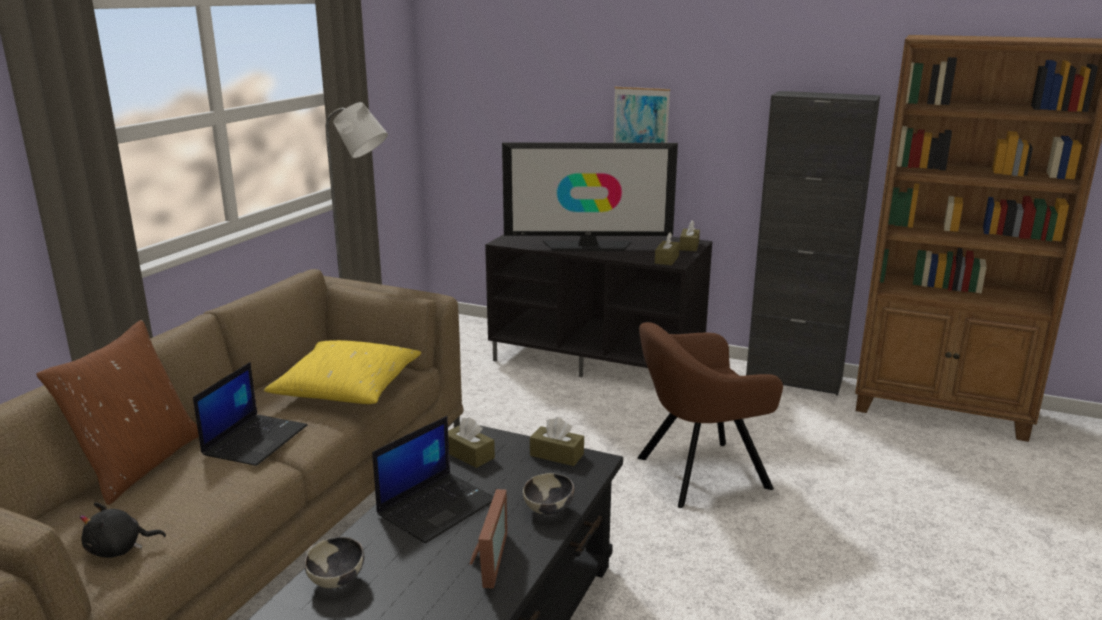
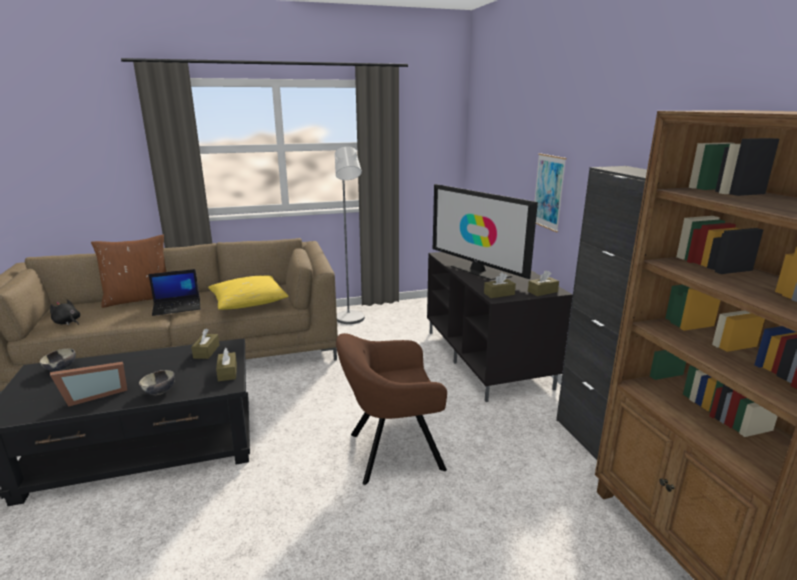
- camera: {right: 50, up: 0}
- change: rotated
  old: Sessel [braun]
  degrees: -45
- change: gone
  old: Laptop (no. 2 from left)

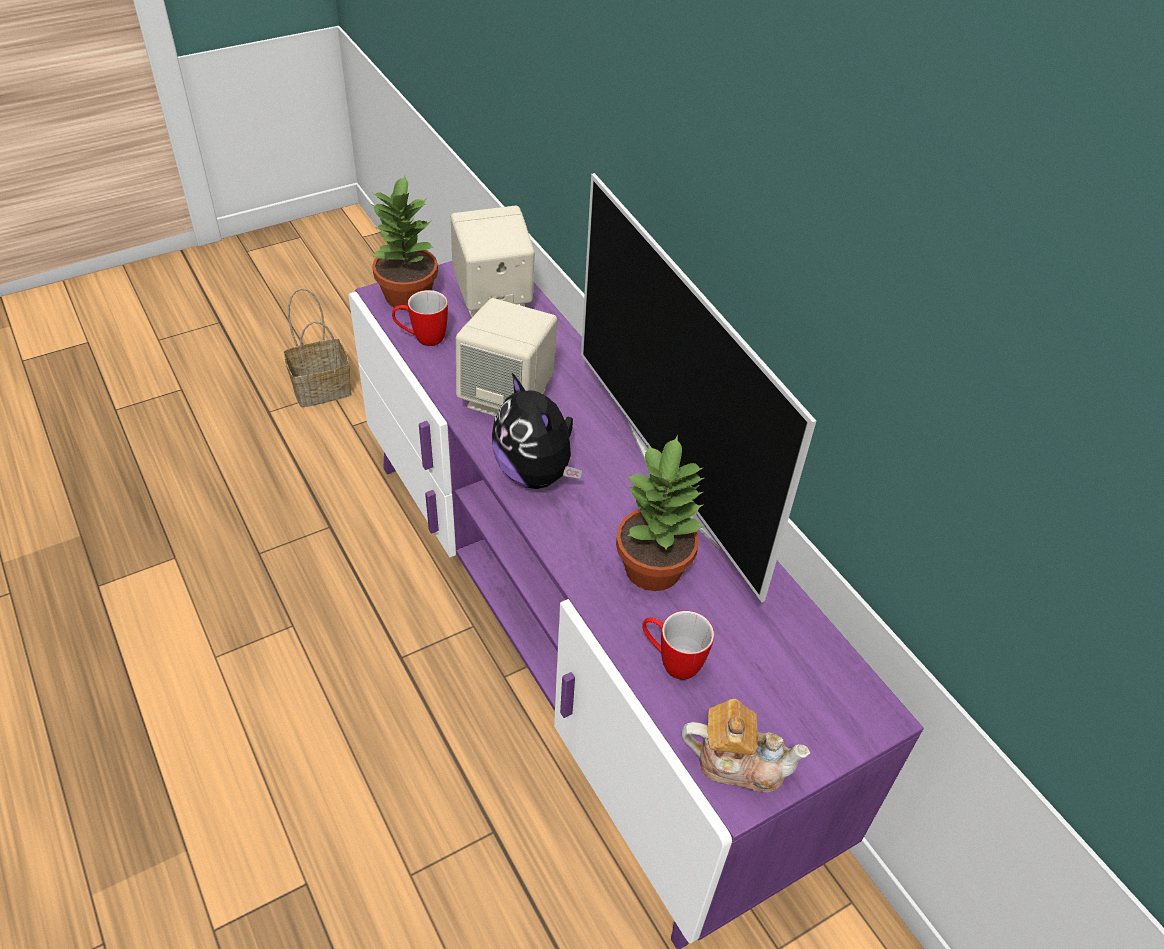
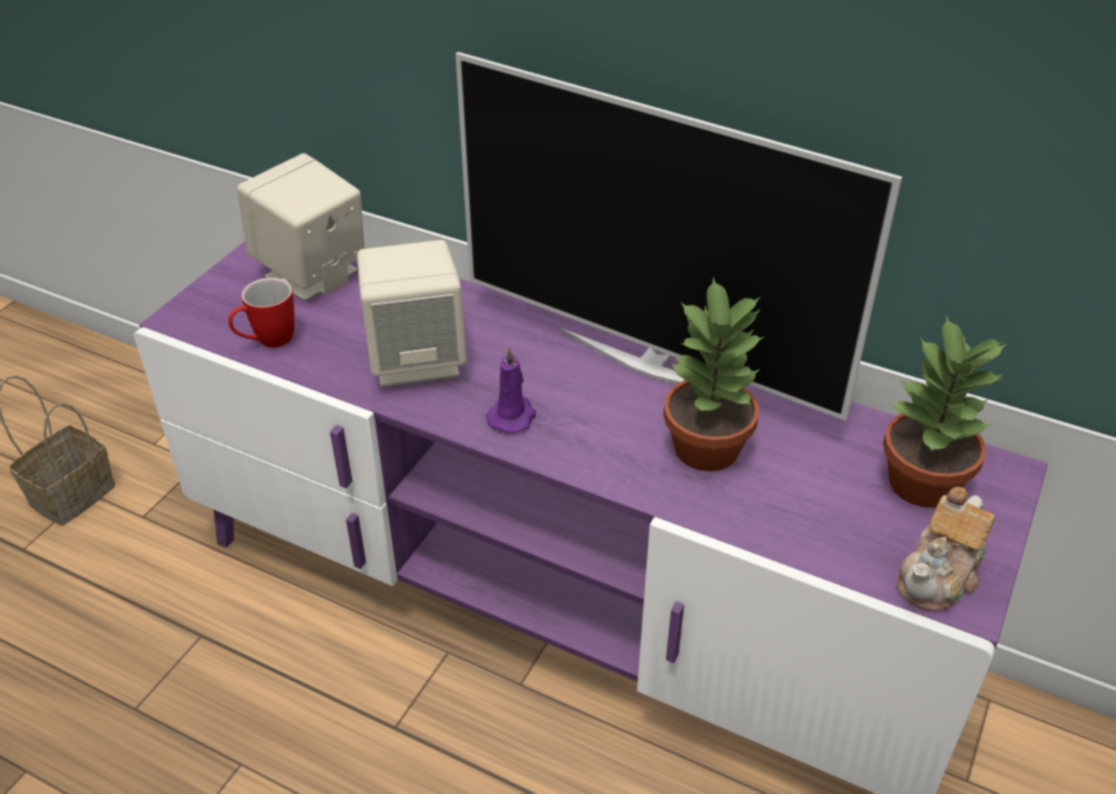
- camera: {right: -30, up: -5}
- change: swapped
  old: Plüschtier
  new: Kerze [lila]
- change: shifted
  old: Topfpflanze (no. 1 from left in the first image)
  new: Topfpflanze (no. 2 from left)
- change: rotated
  old: Teekanne
  degrees: 150
- change: gone
  old: Henkelbecher (no. 2 from left)

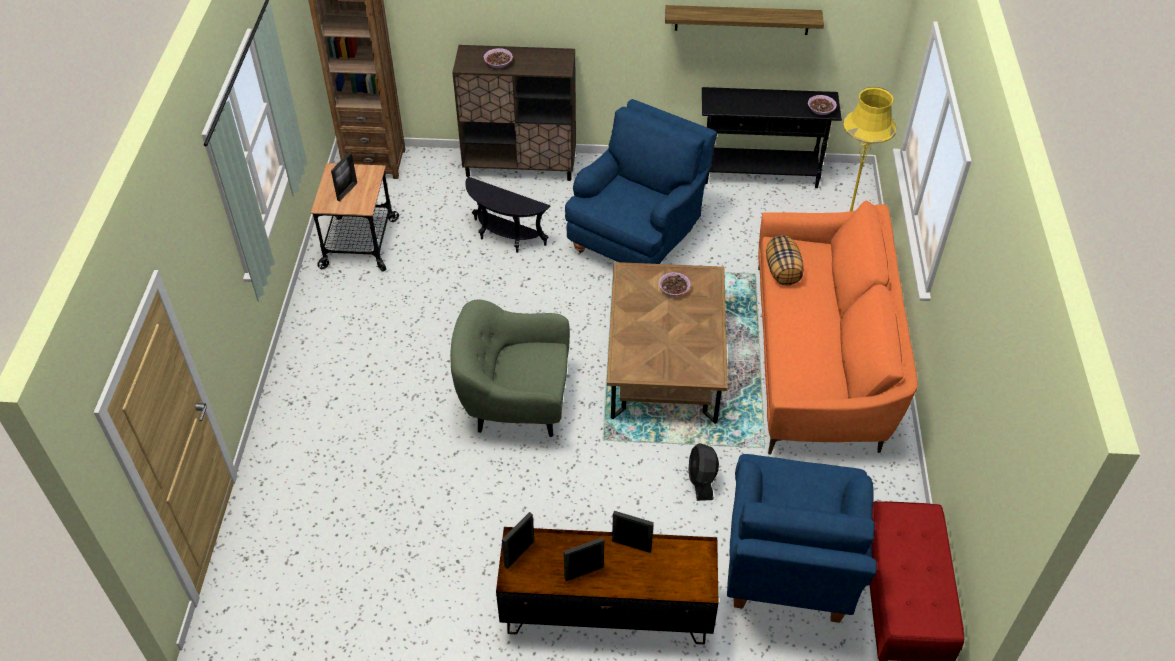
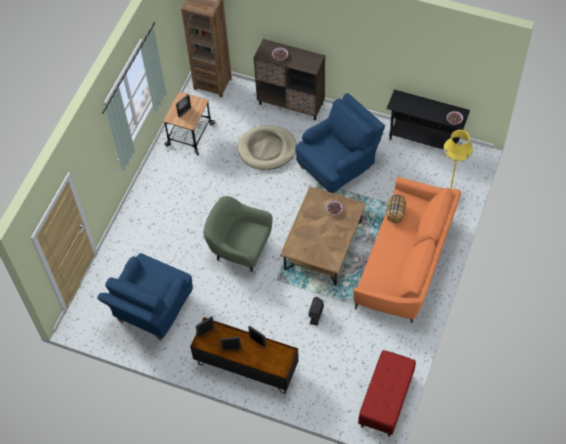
- camera: {right: 20, up: 10}
- change: shifted
  old: Sessel [blau] (no. 2 from left in the first image)
  new: Sessel [blau] (no. 1 from left)
- change: swapped
  old: Beistelltisch [schwarz]
  new: Hundebett [beige]
- change: gone
  old: Wandregal

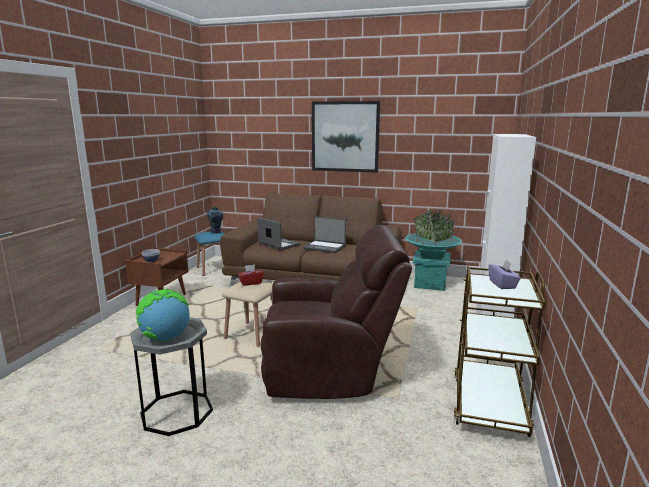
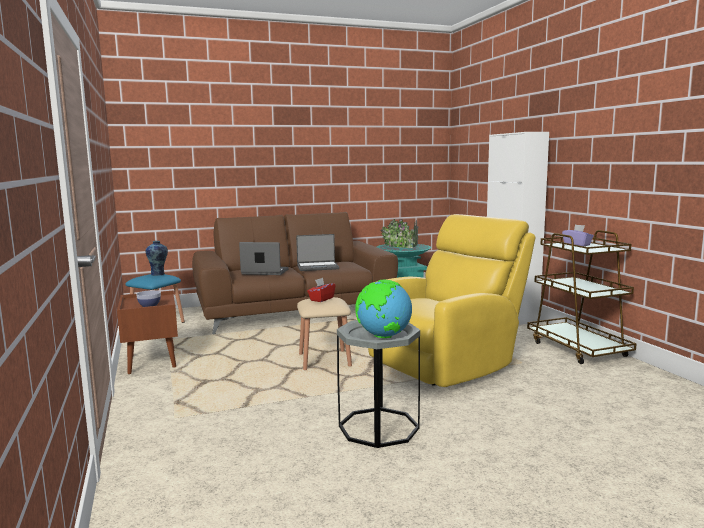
- camera: {right: -35, up: -5}
- change: repainted
  old: Sessel [braun]
  new: Sessel [gelb]
- change: gone
  old: Bild

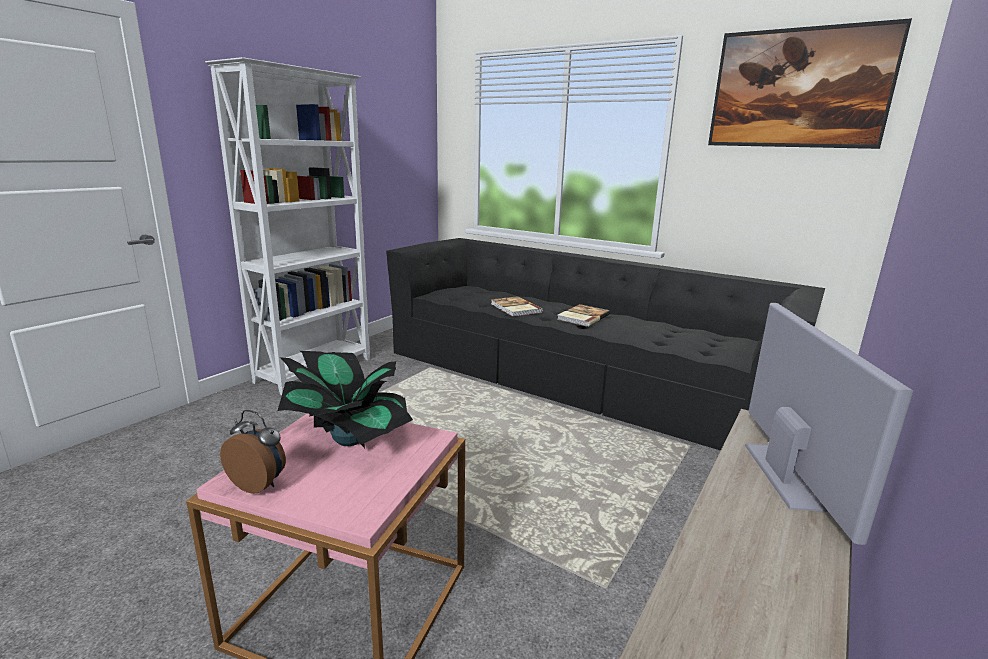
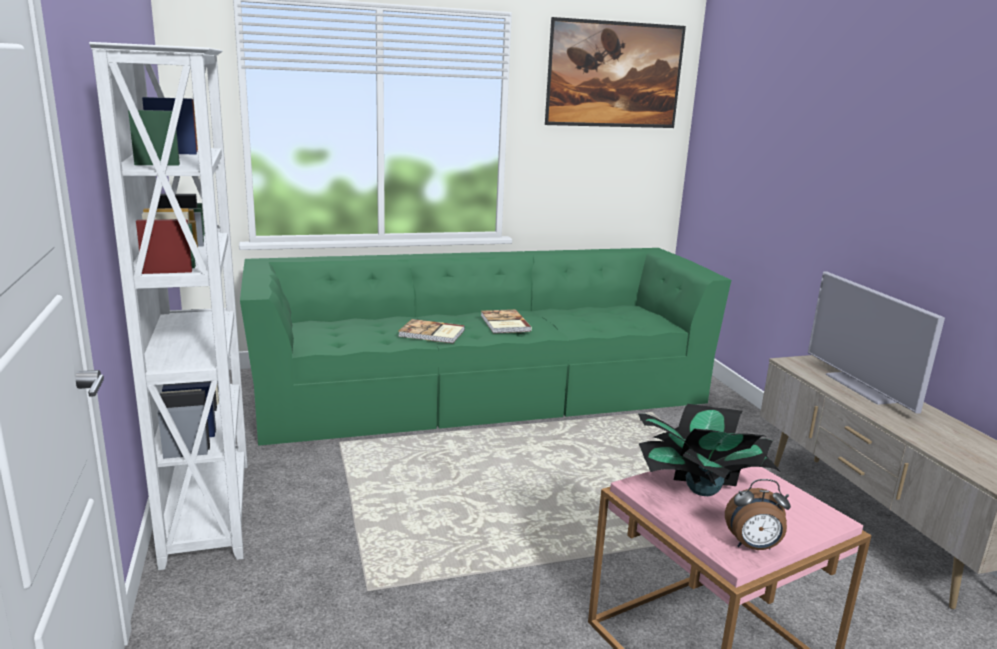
- camera: {right: -50, up: 0}
- change: repainted
  old: Sofa [schwarz]
  new: Sofa [grün]
- change: rotated
  old: Wecker
  degrees: -150
- change: rotated
  old: Fernseher
  degrees: -150

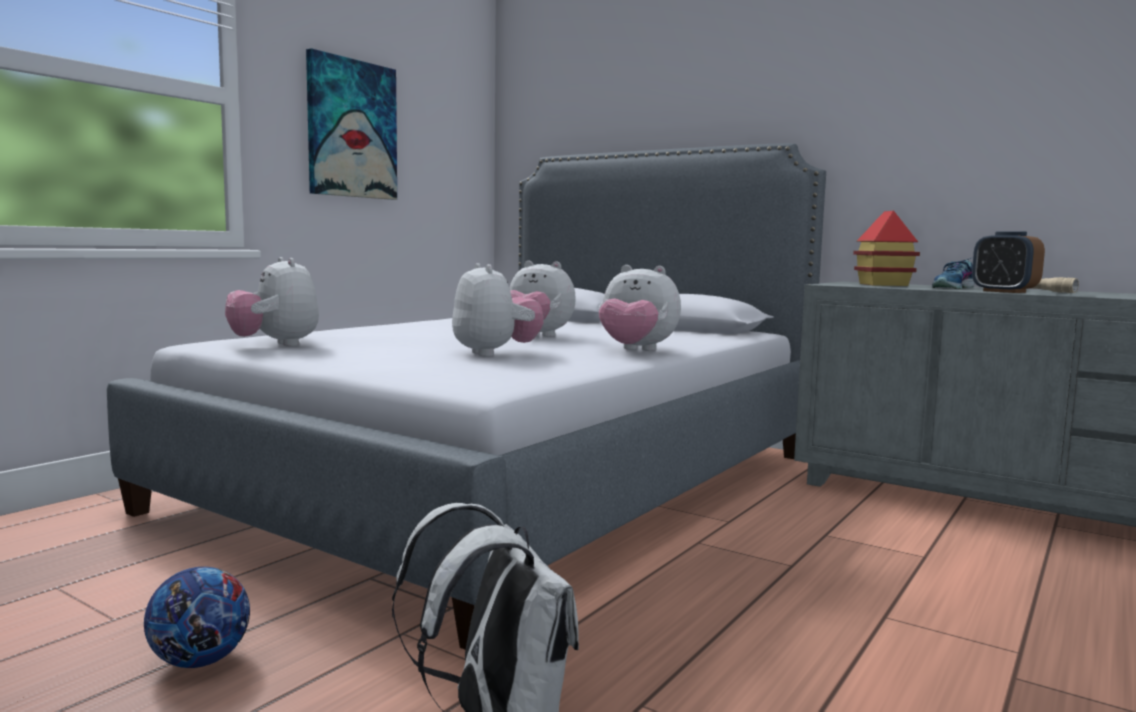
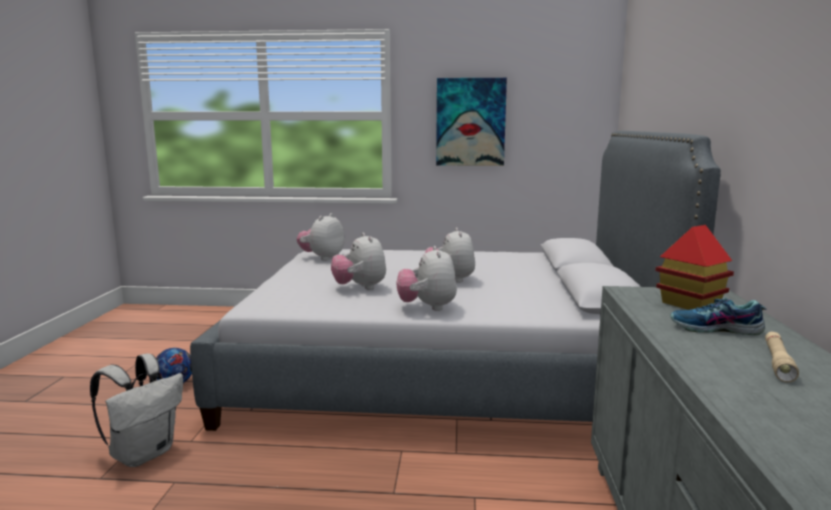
- camera: {right: 60, up: 5}
- change: rotated
  old: Plüschtier (no. 2 from left)
  degrees: 120
- change: gone
  old: Wecker

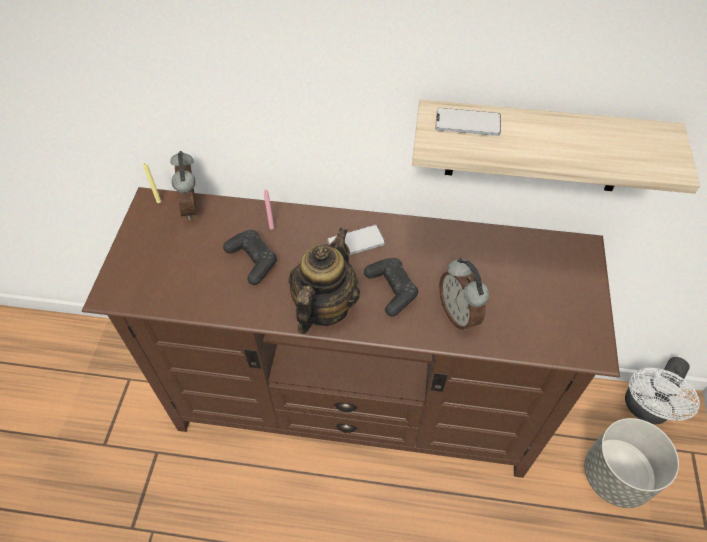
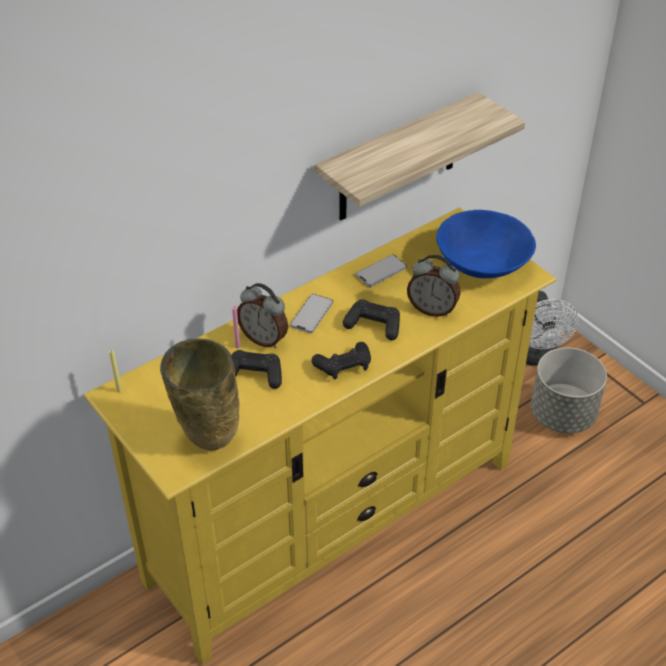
- camera: {right: -45, up: -10}
- change: repainted
  old: Fernsehschrank [braun]
  new: Fernsehschrank [gelb]
- change: new
  new: Vase [beige]
- change: shifted
  old: Wecker (no. 1 from left)
- change: swapped
  old: Teekanne
  new: Gamepad [schwarz] (no. 2 from left)
- change: shifted
  old: Handy (no. 2 from left)
- change: new
  new: Schüssel [blau]

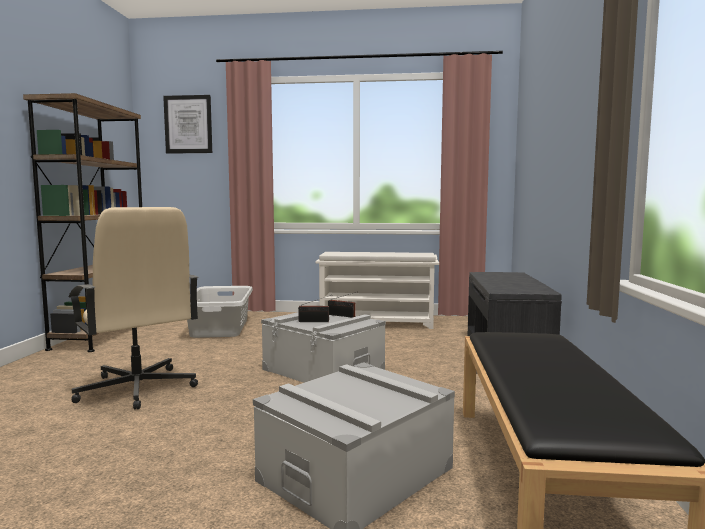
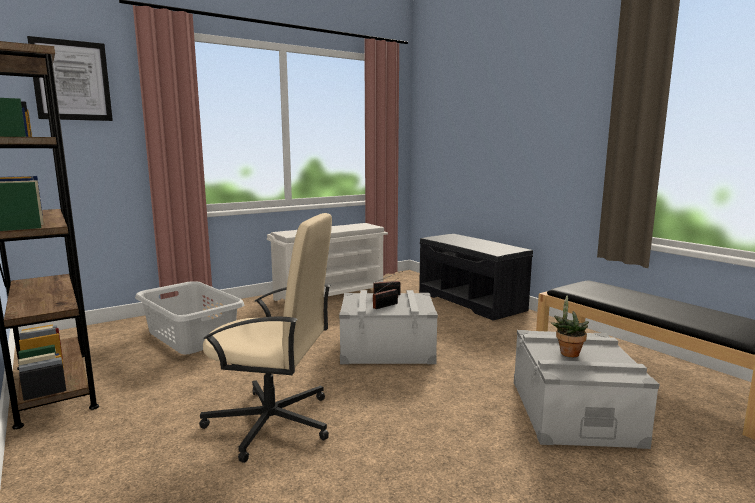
- camera: {right: -40, up: 5}
- change: new
  new: Topfpflanze

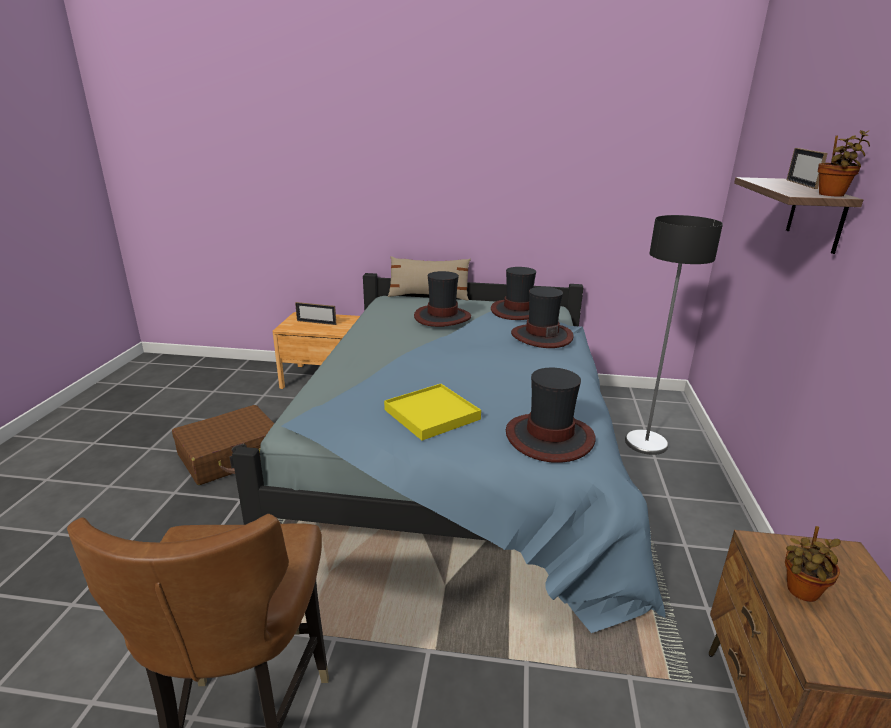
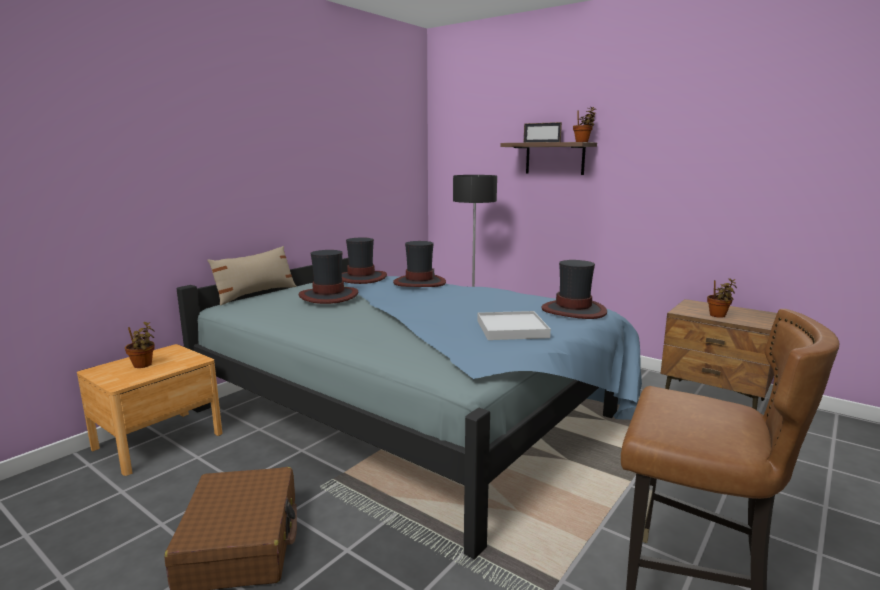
- camera: {right: -60, up: -10}
- change: swapped
  old: Bilderrahmen (no. 1 from left)
  new: Topfpflanze (no. 1 from left)
- change: repainted
  old: Tablett [gelb]
  new: Tablett [weiß]

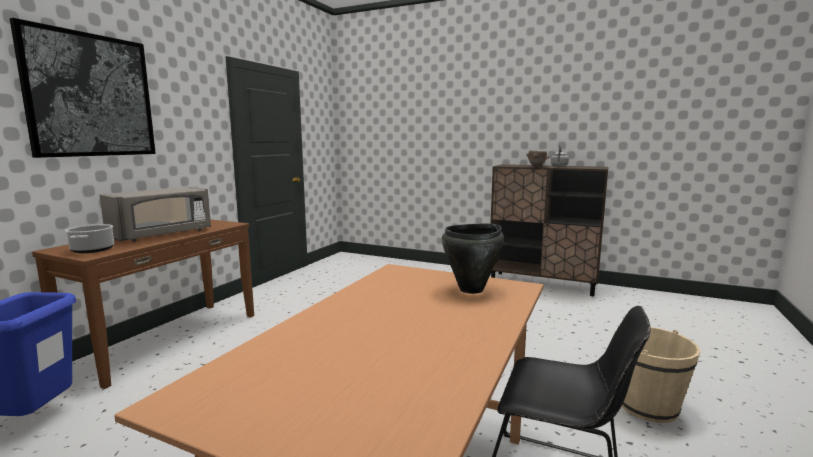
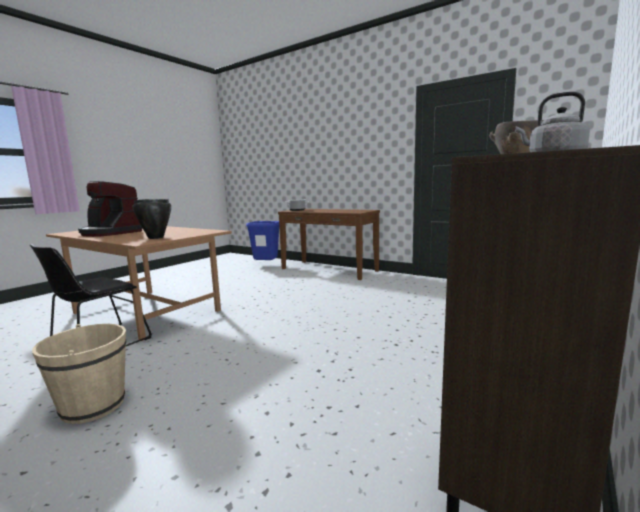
- camera: {right: 100, up: 0}
- change: new
  new: Kaffeemaschine
- change: gone
  old: Bild
- change: gone
  old: Mikrowelle [grau]

